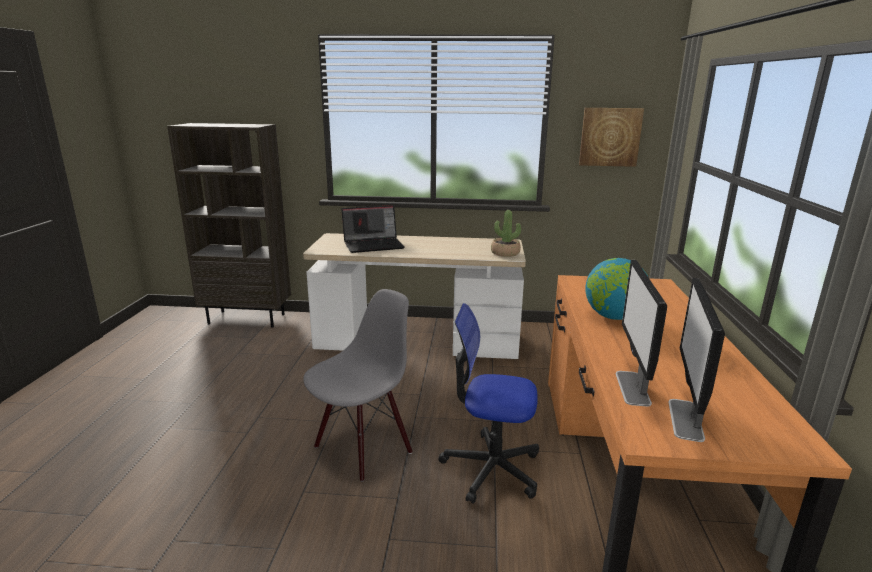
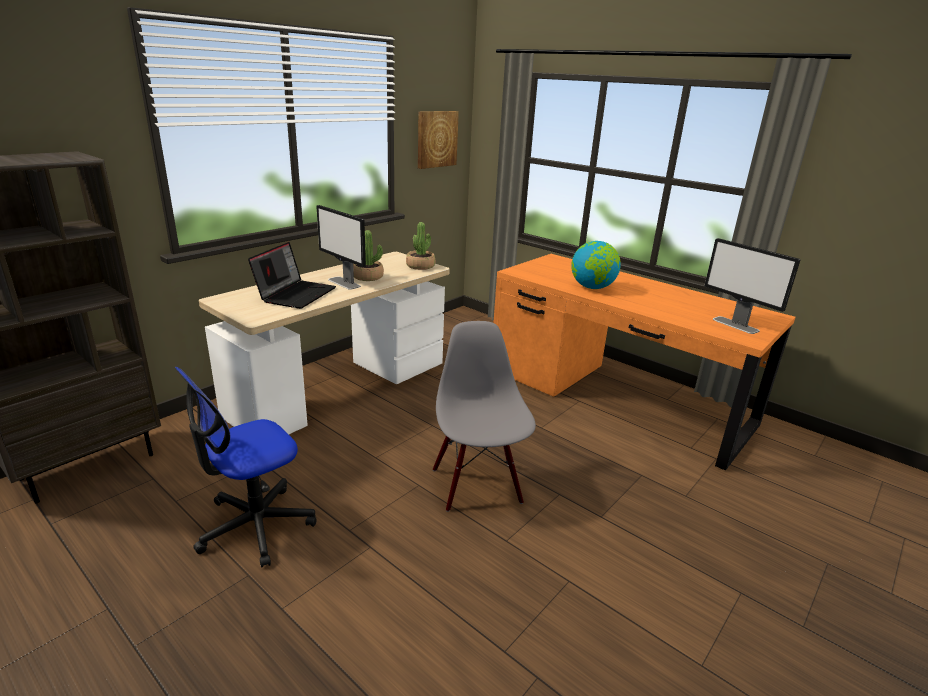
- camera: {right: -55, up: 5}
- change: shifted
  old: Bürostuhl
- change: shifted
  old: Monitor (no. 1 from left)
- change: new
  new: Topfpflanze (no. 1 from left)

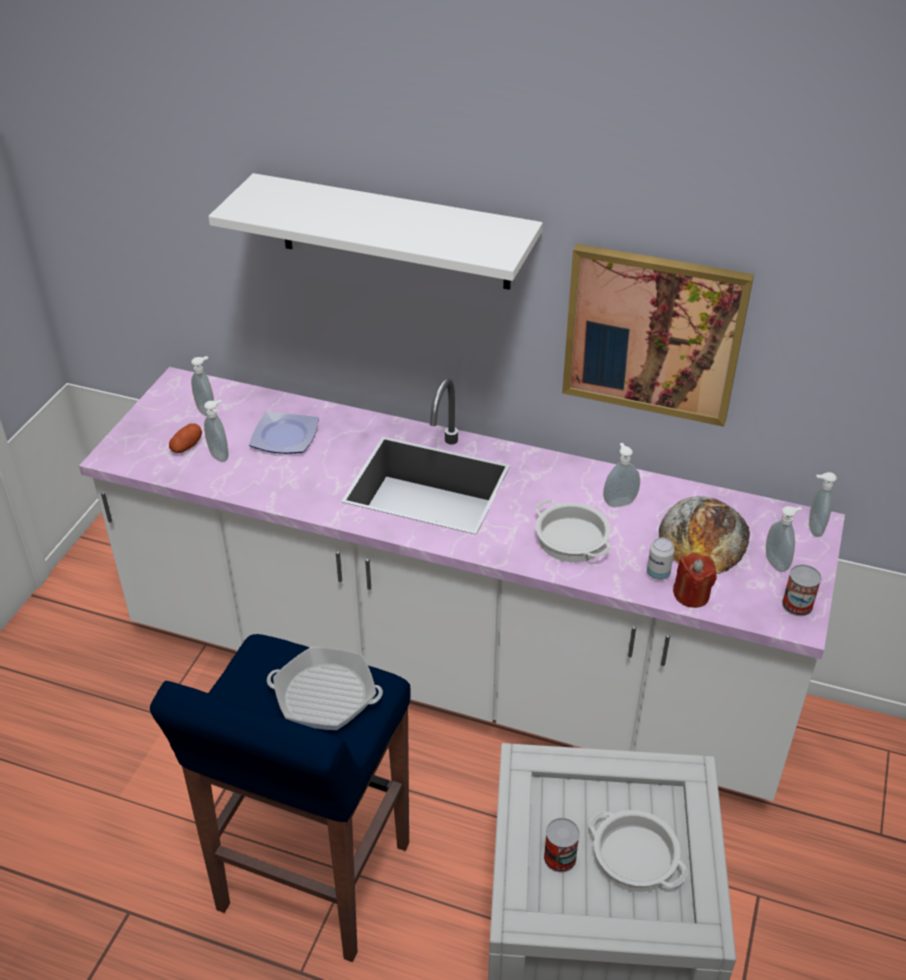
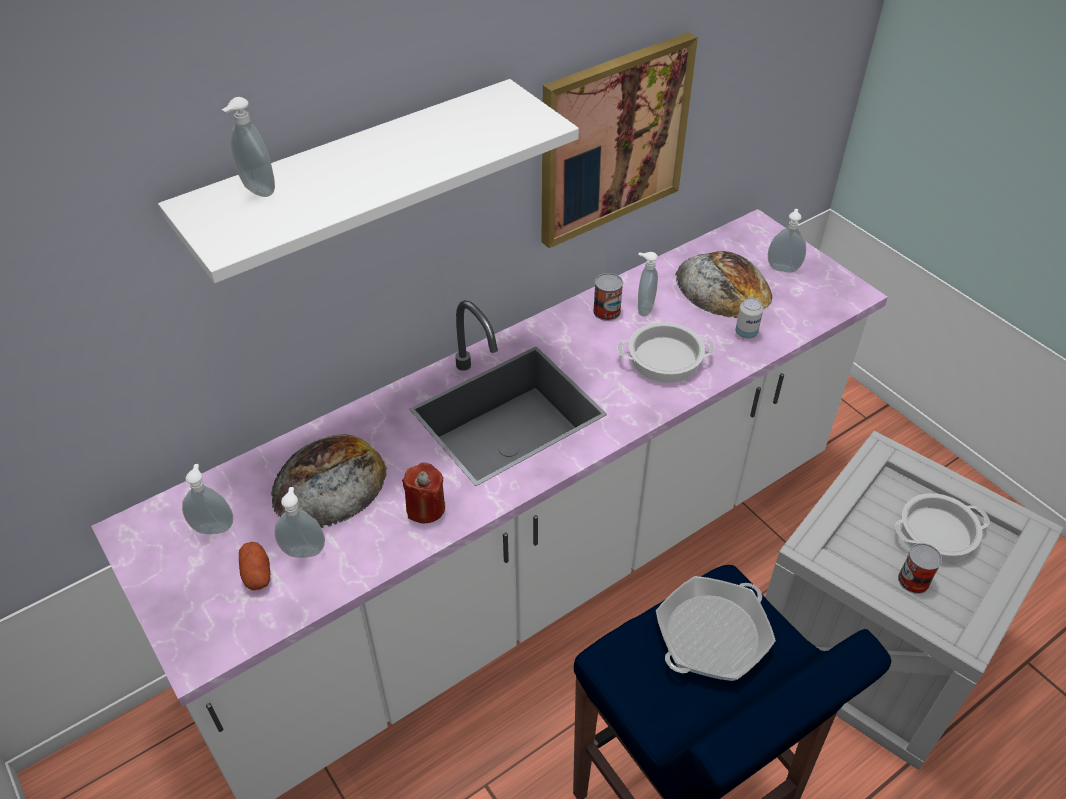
- camera: {right: -55, up: 5}
- change: shifted
  old: Seifenspender (no. 5 from left in the first image)
  new: Seifenspender (no. 2 from left)
- change: swapped
  old: Teller
  new: Brot (no. 1 from left)
- change: shifted
  old: Kerze [rot]
- change: shifted
  old: Dose (no. 3 from left in the first image)
  new: Dose (no. 1 from left)

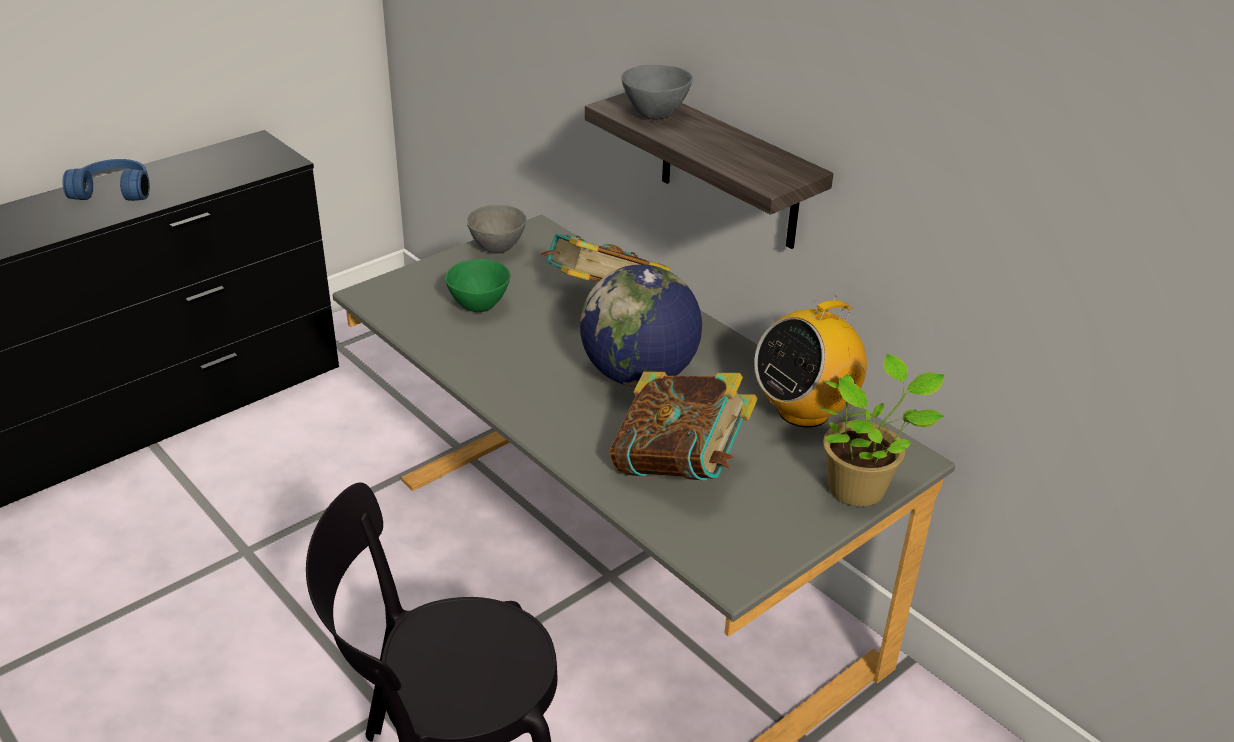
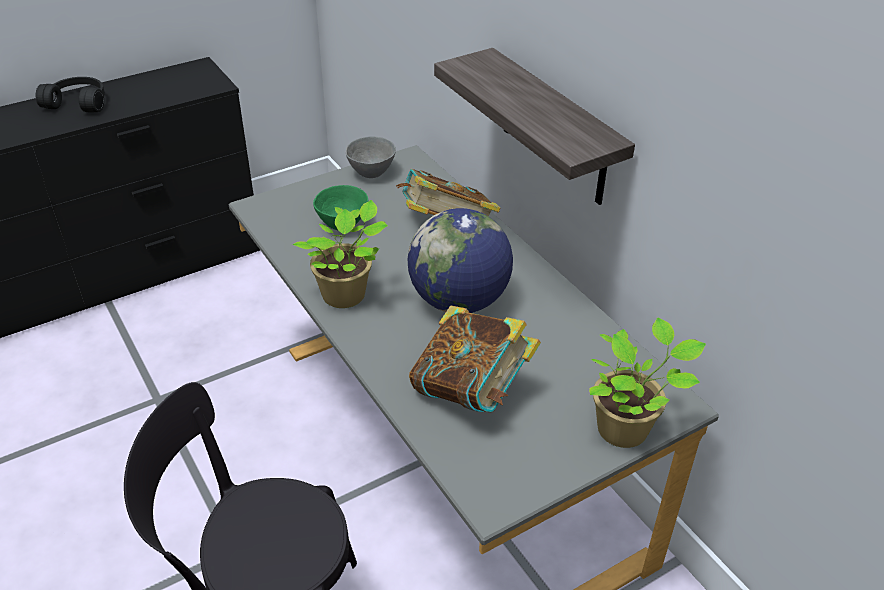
- camera: {right: 10, up: 5}
- change: repainted
  old: Kopfhörer [blau]
  new: Kopfhörer [schwarz]
- change: new
  new: Topfpflanze (no. 1 from left)
- change: gone
  old: Schüssel [grau] (no. 2 from left)
- change: gone
  old: Radio

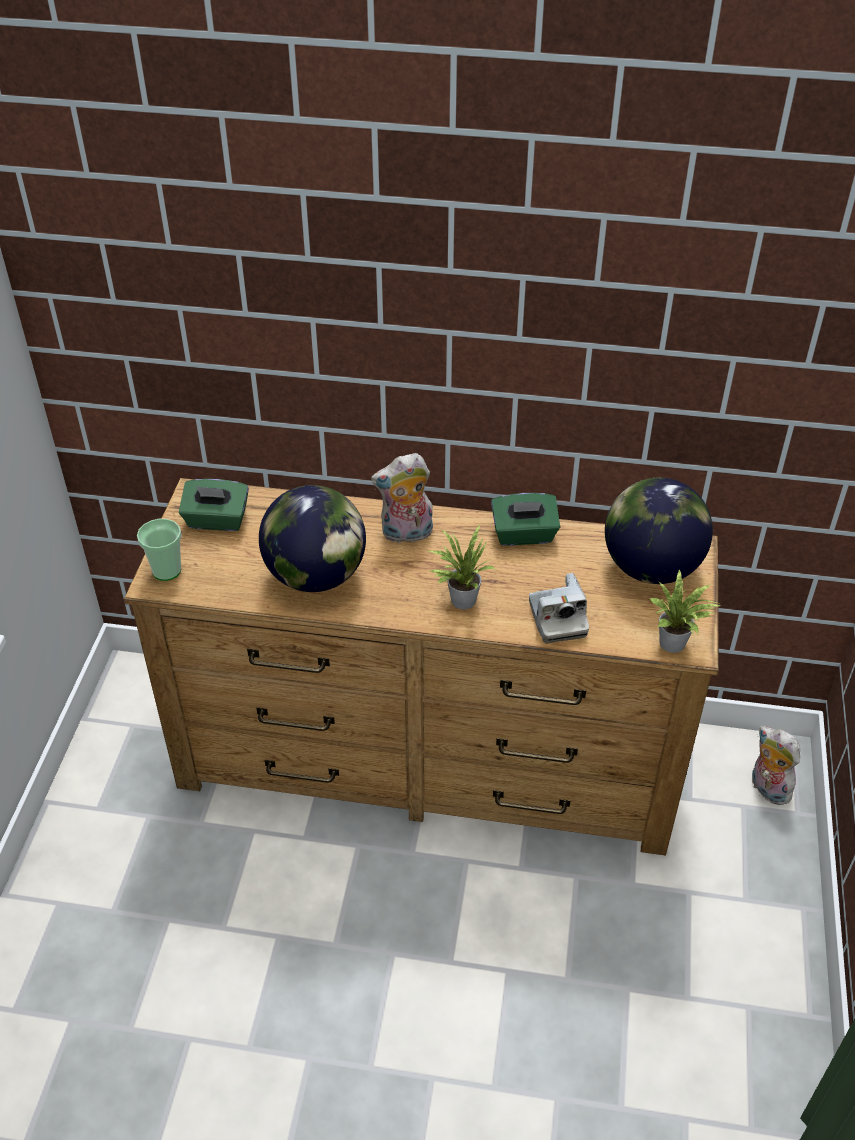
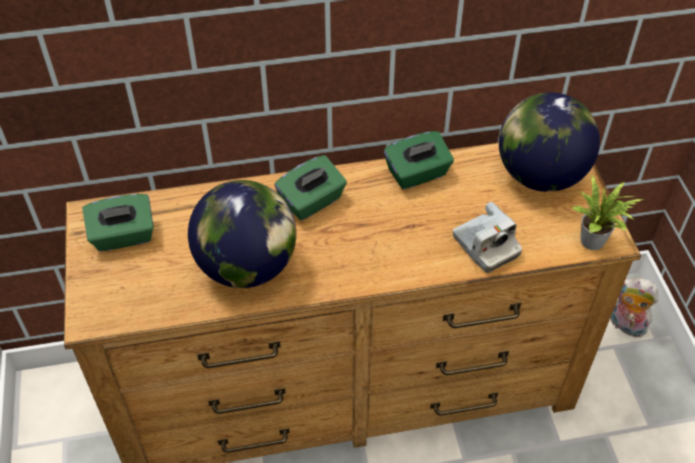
- camera: {right: -20, up: 5}
- change: swapped
  old: Plüschtier (no. 1 from left)
  new: Taschentuchbox [grün] (no. 2 from left)
- change: gone
  old: Tasse
- change: gone
  old: Topfpflanze (no. 1 from left)

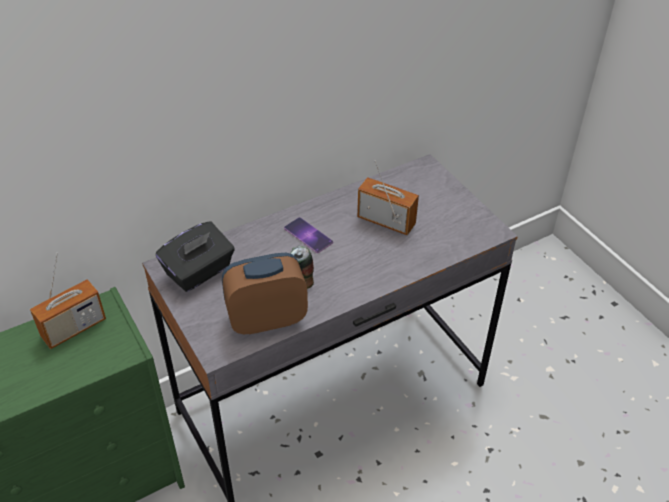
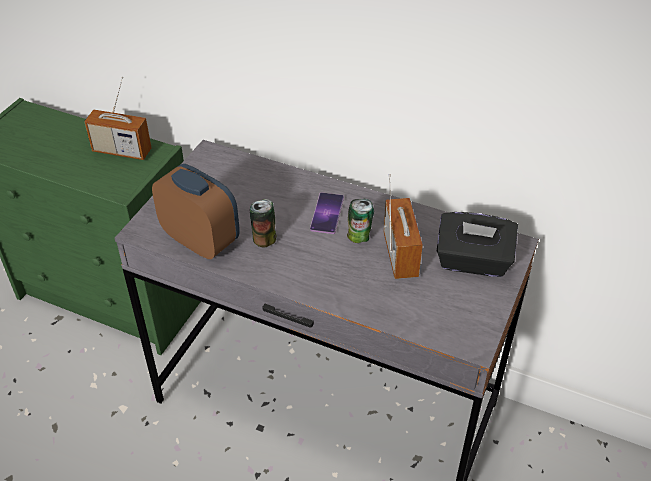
- camera: {right: 55, up: 0}
- change: new
  new: Dose (no. 2 from left)
- change: shifted
  old: Taschentuchbox [schwarz]

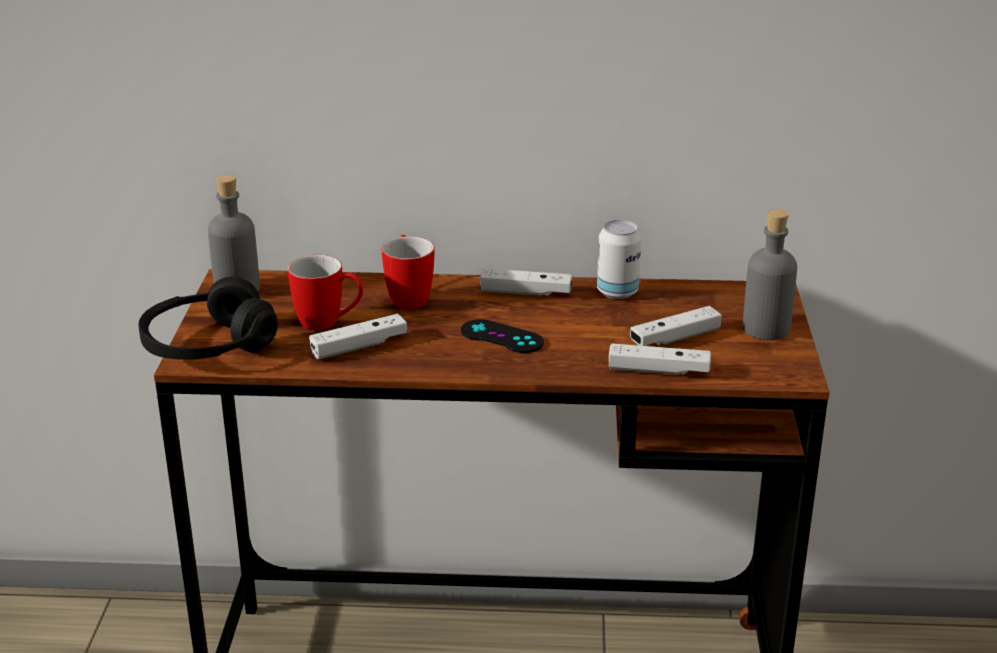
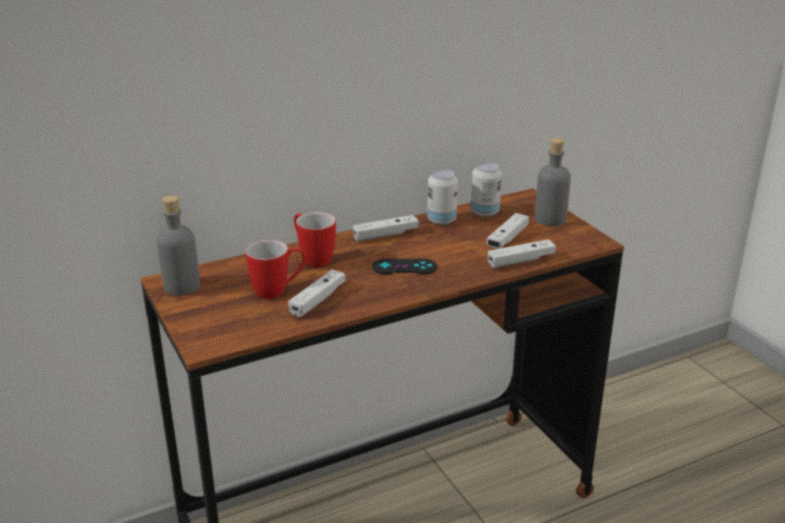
- camera: {right: -30, up: 0}
- change: new
  new: Dose (no. 2 from left)
- change: gone
  old: Kopfhörer [schwarz]

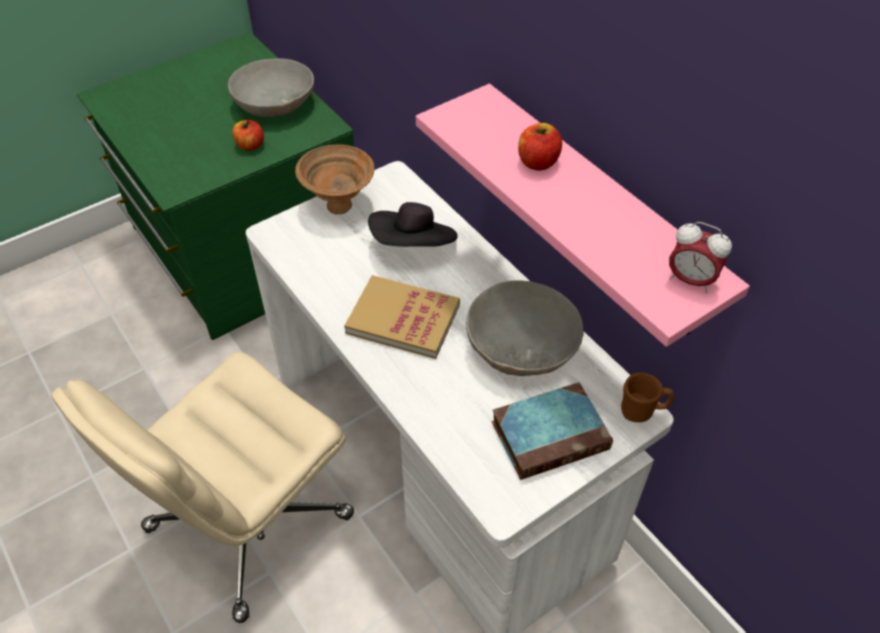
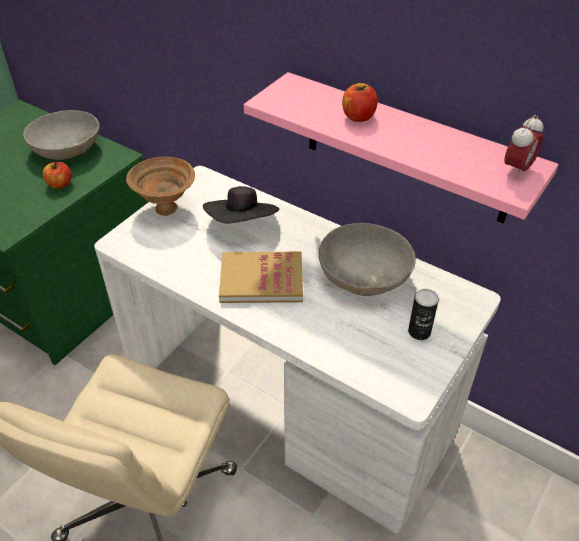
- camera: {right: -20, up: -5}
- change: swapped
  old: Buch (no. 2 from left)
  new: Dose
- change: rotated
  old: Wecker
  degrees: -60
- change: gone
  old: Henkelbecher [braun]

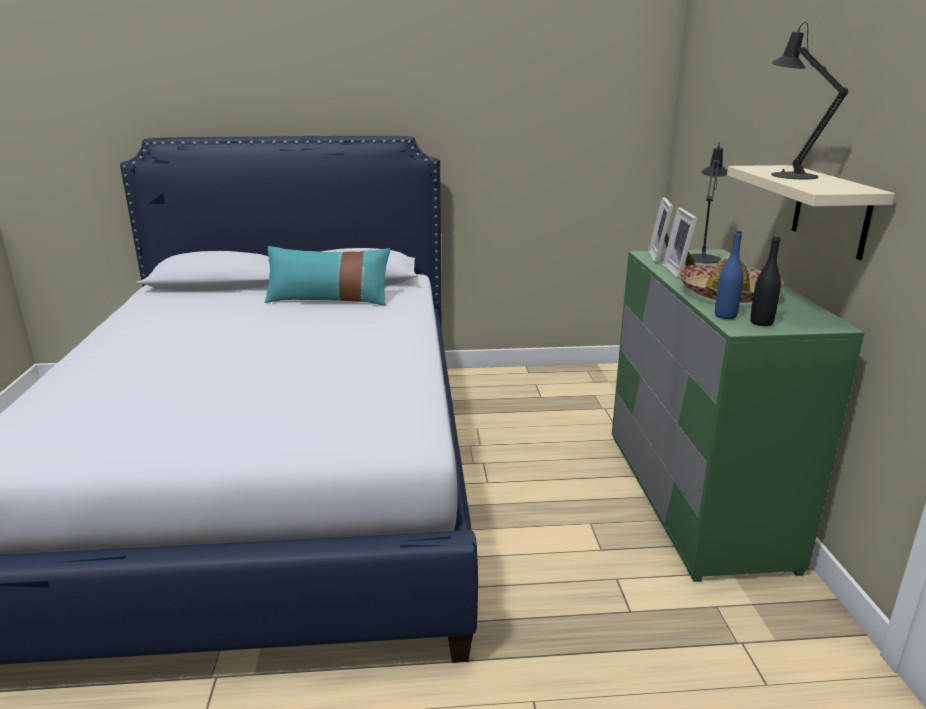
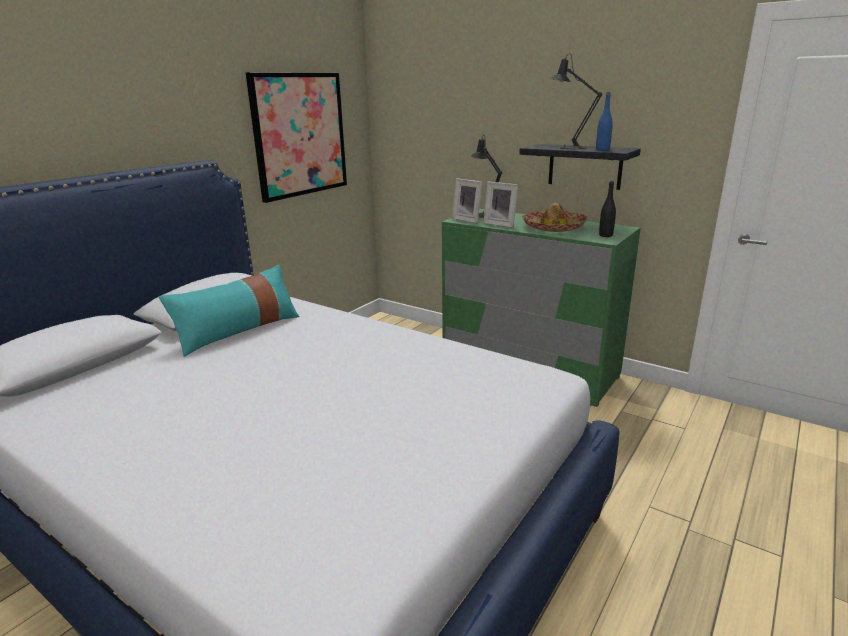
- camera: {right: -50, up: 0}
- change: new
  new: Bild
- change: repainted
  old: Wandregal [beige]
  new: Wandregal [schwarz]
- change: shifted
  old: Flasche [blau]

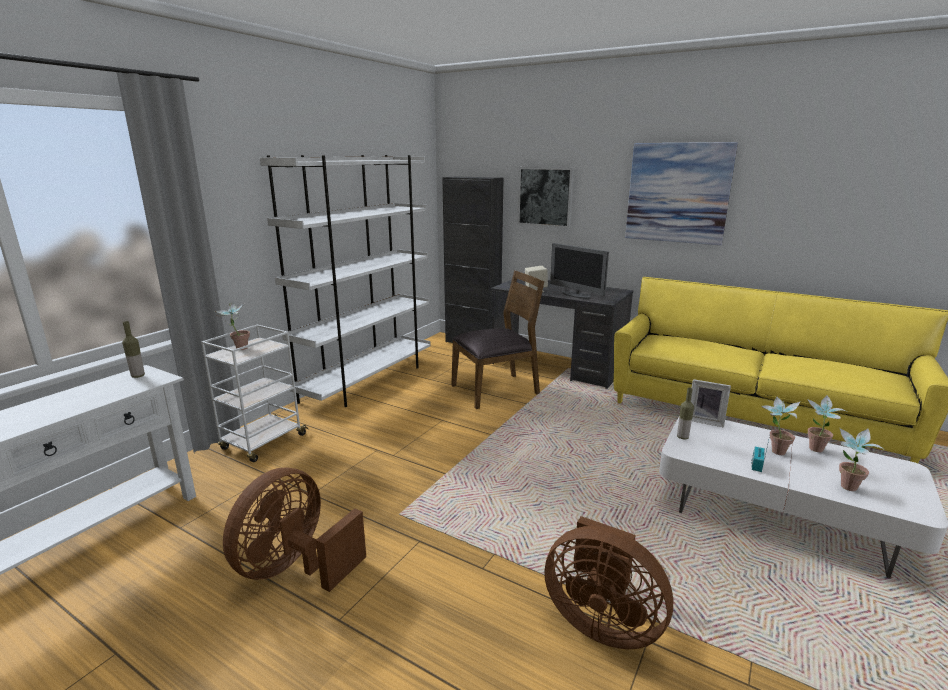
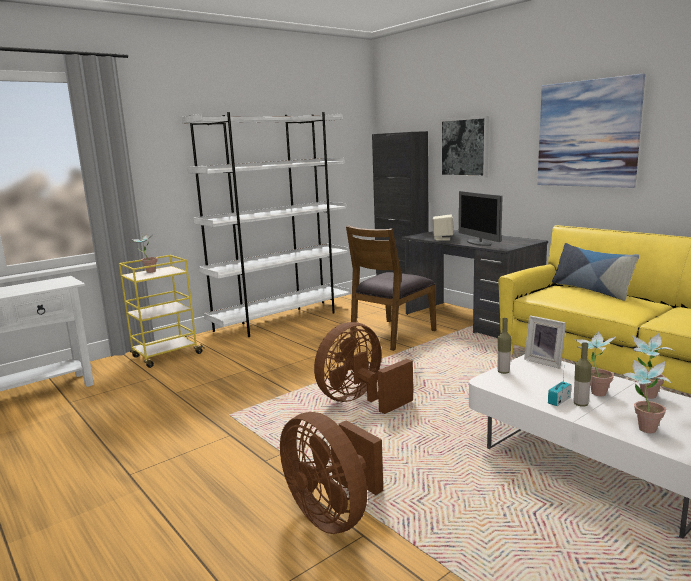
- camera: {right: 20, up: -5}
- change: repainted
  old: Rollwagen [weiß]
  new: Rollwagen [gelb]
- change: shifted
  old: Ventilator [braun] (no. 1 from left in the first image)
  new: Ventilator [braun] (no. 2 from left)
- change: rotated
  old: Stuhl [braun]
  degrees: 135
- change: new
  new: Kissen
- change: shifted
  old: Flasche (no. 1 from left in the first image)
  new: Flasche (no. 2 from left)

